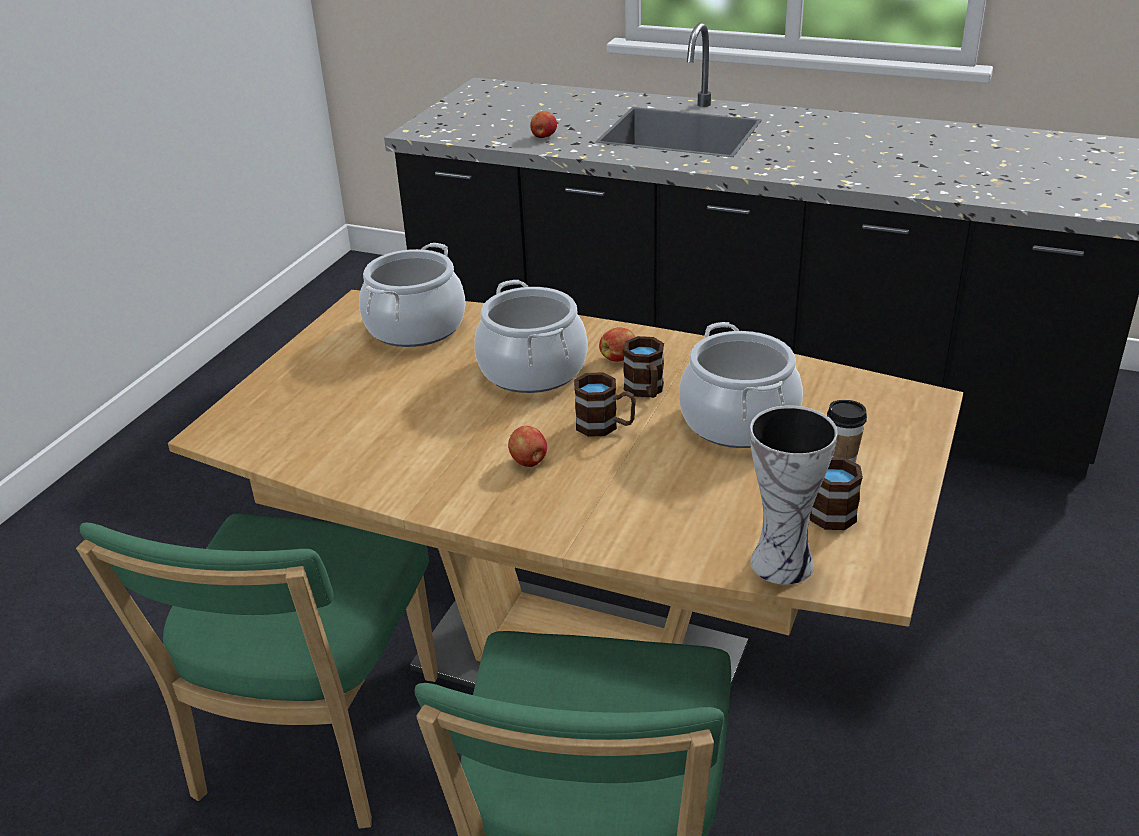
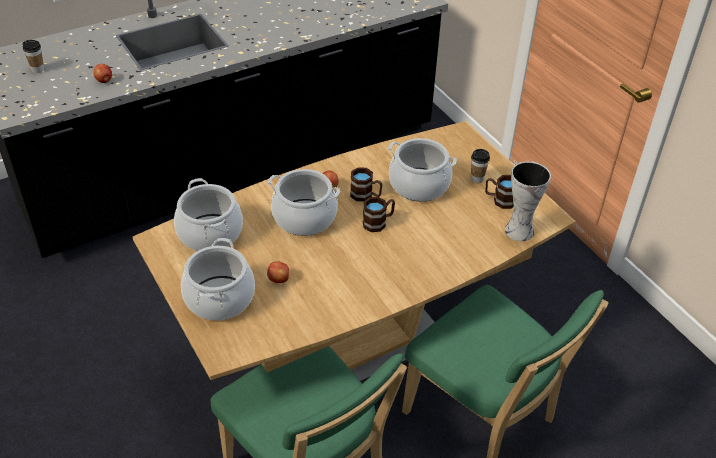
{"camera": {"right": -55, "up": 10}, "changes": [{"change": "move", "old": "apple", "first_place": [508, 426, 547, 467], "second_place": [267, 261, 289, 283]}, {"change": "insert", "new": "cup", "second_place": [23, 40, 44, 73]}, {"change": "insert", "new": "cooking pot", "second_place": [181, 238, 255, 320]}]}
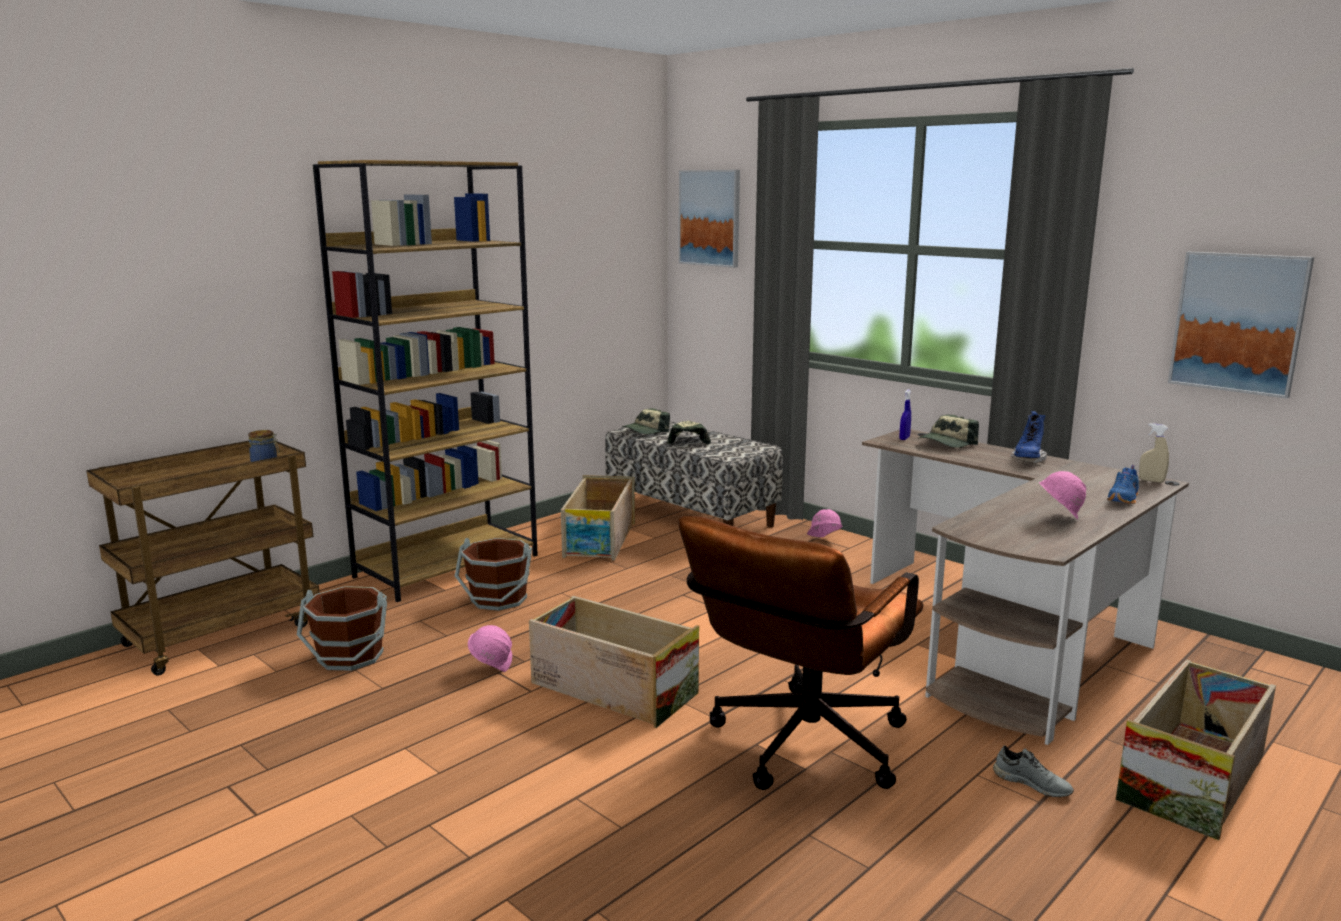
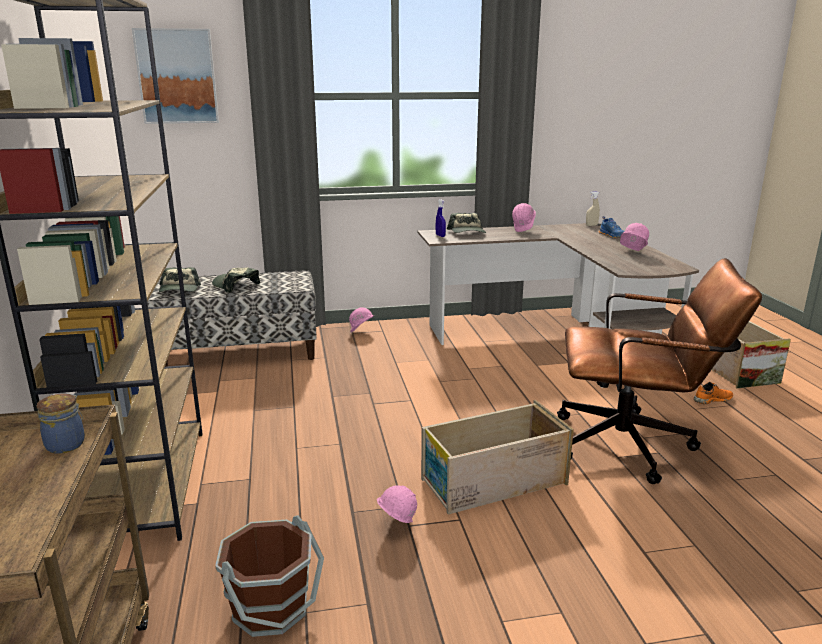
{"camera": {"right": -55, "up": 5}, "changes": [{"change": "delete", "old": "brown bucket", "first_place": [455, 538, 532, 611]}, {"change": "delete", "old": "crate", "first_place": [561, 475, 635, 561]}, {"change": "rotate", "old": "brown office chair", "first_place": [678, 516, 924, 790], "second_place": [557, 258, 762, 484], "degrees": -60}, {"change": "recolor", "old": "grey shoe", "new": "orange shoe", "first_place": [993, 746, 1074, 797], "second_place": [694, 382, 733, 404]}, {"change": "replace", "old": "blue boot", "new": "pink hard hat", "first_place": [1011, 411, 1047, 463], "second_place": [512, 203, 536, 232]}, {"change": "delete", "old": "picture", "first_place": [1168, 252, 1314, 398]}]}
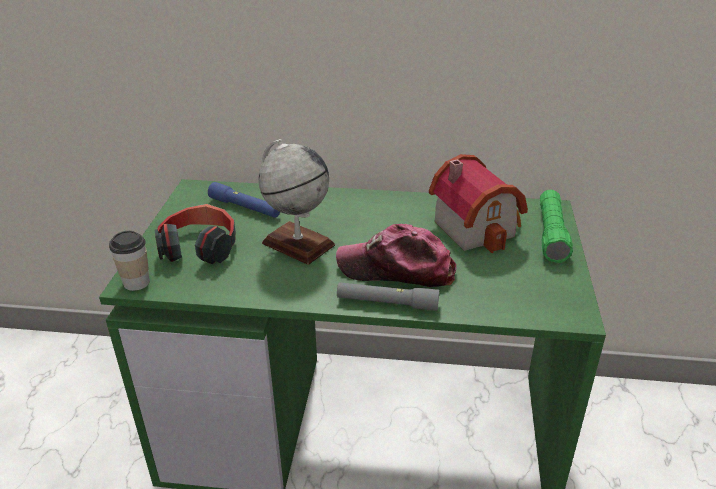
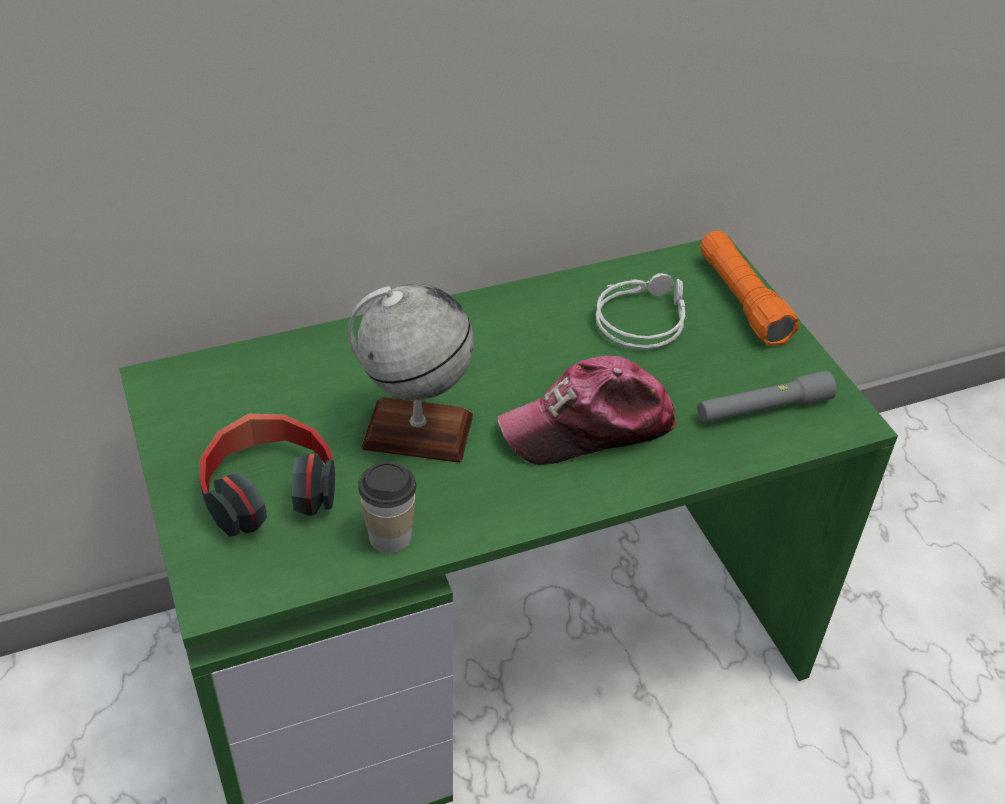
{"camera": {"right": -30, "up": 10}, "changes": [{"change": "move", "old": "cup", "first_place": [109, 231, 150, 291], "second_place": [358, 462, 416, 553]}, {"change": "delete", "old": "blue flashlight", "first_place": [208, 182, 280, 218]}, {"change": "move", "old": "grey flashlight", "first_place": [337, 282, 440, 311], "second_place": [698, 371, 836, 423]}, {"change": "replace", "old": "toy house", "new": "grey headphones", "first_place": [429, 154, 528, 253], "second_place": [596, 273, 687, 349]}, {"change": "recolor", "old": "green flashlight", "new": "orange flashlight", "first_place": [540, 190, 573, 263], "second_place": [700, 231, 799, 346]}]}
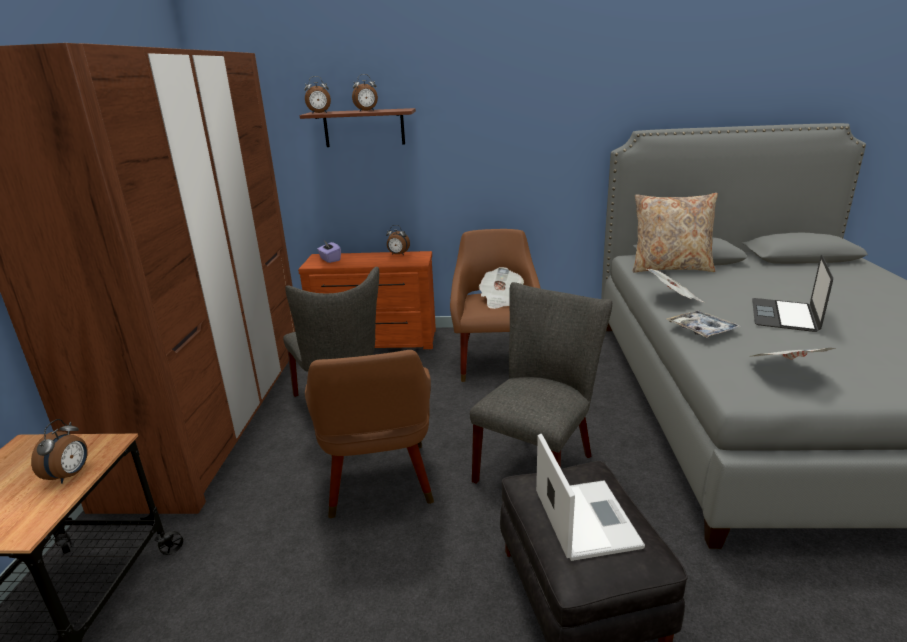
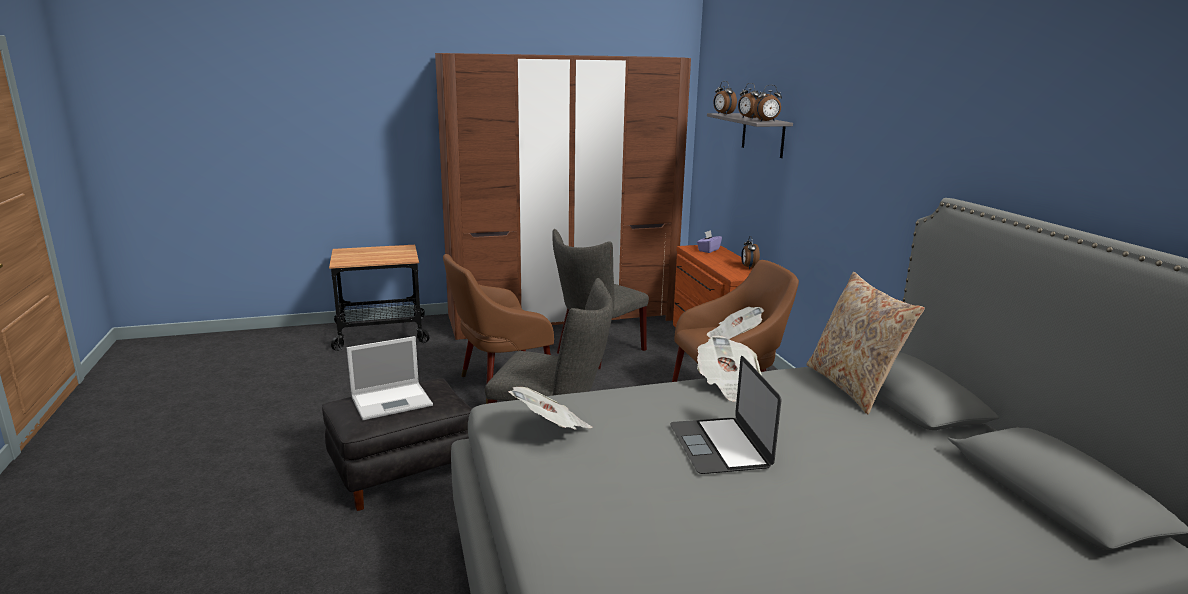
{"camera": {"right": 70, "up": -5}, "changes": [{"change": "move", "old": "alarm clock", "first_place": [31, 419, 88, 484], "second_place": [753, 85, 782, 121]}, {"change": "recolor", "old": "brown shelf", "new": "grey shelf", "first_place": [300, 108, 416, 147], "second_place": [707, 113, 793, 158]}, {"change": "delete", "old": "tray", "first_place": [666, 310, 741, 338]}, {"change": "rotate", "old": "laptop", "first_place": [752, 255, 833, 332], "second_place": [670, 356, 782, 474], "degrees": -105}]}
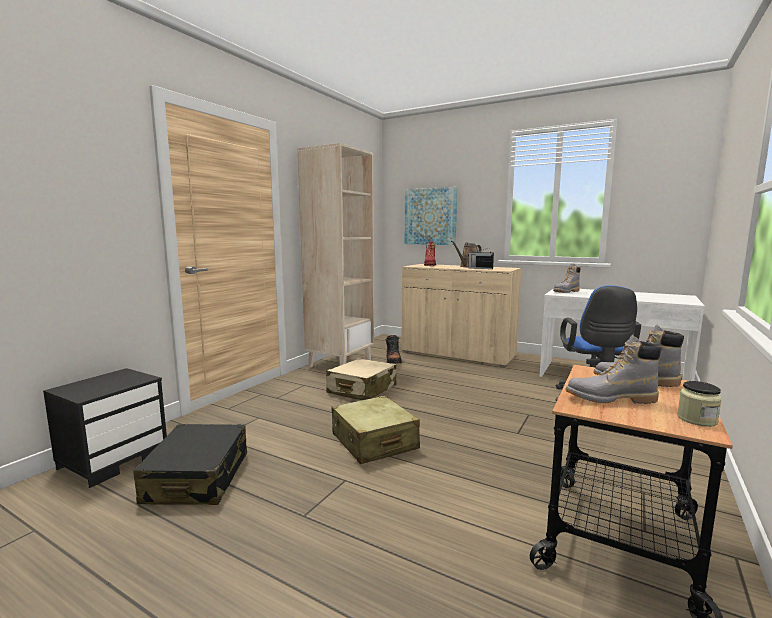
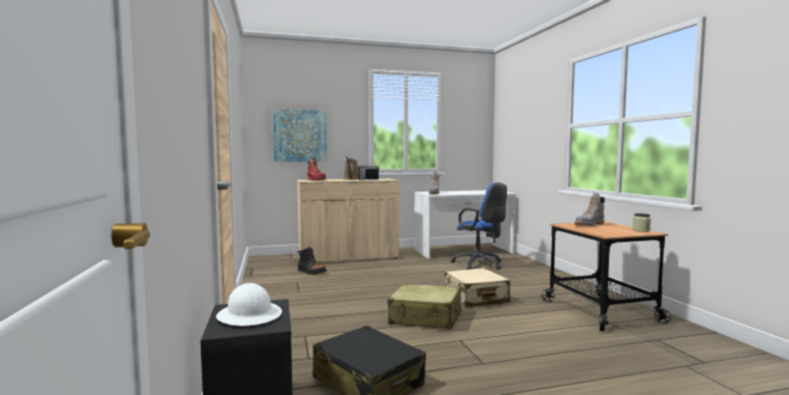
{"camera": {"right": -45, "up": -5}, "changes": [{"change": "delete", "old": "beige bookcase", "first_place": [298, 143, 374, 368]}, {"change": "move", "old": "beige suitcase", "first_place": [326, 358, 396, 400], "second_place": [445, 268, 510, 307]}, {"change": "delete", "old": "grey boot", "first_place": [565, 335, 662, 404]}, {"change": "insert", "new": "white hard hat", "second_place": [216, 283, 282, 326]}]}
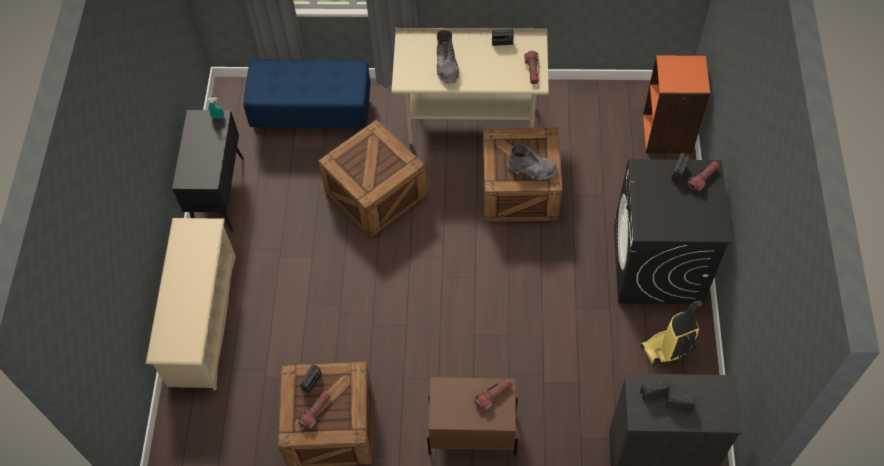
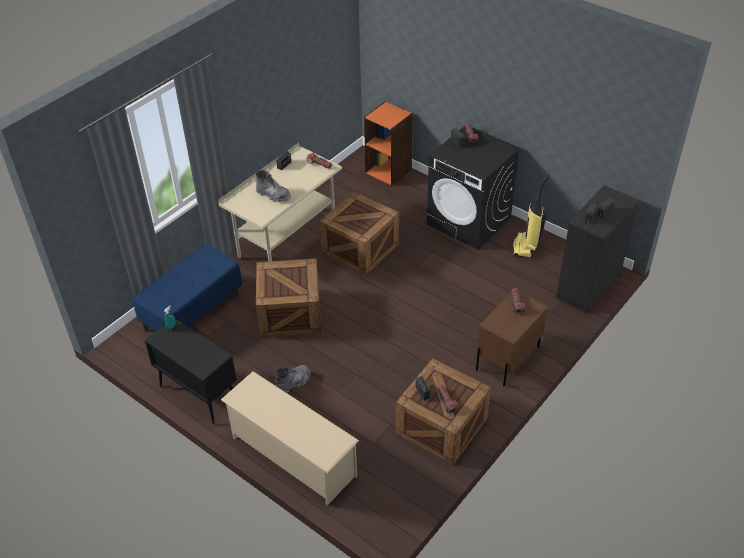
{"camera": {"right": -55, "up": -15}, "changes": [{"change": "move", "old": "grey boot", "first_place": [507, 143, 558, 180], "second_place": [274, 365, 310, 393]}]}
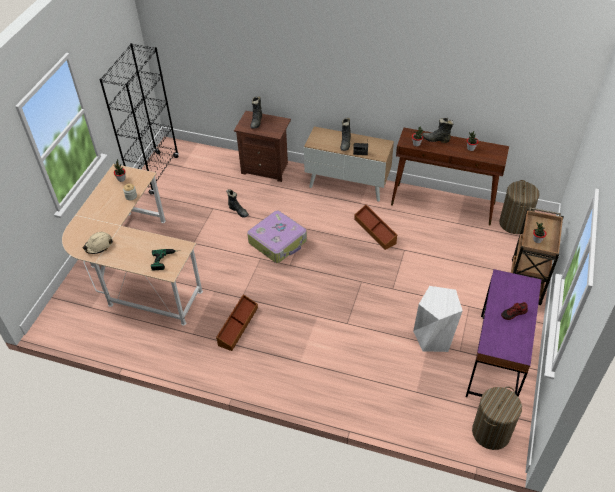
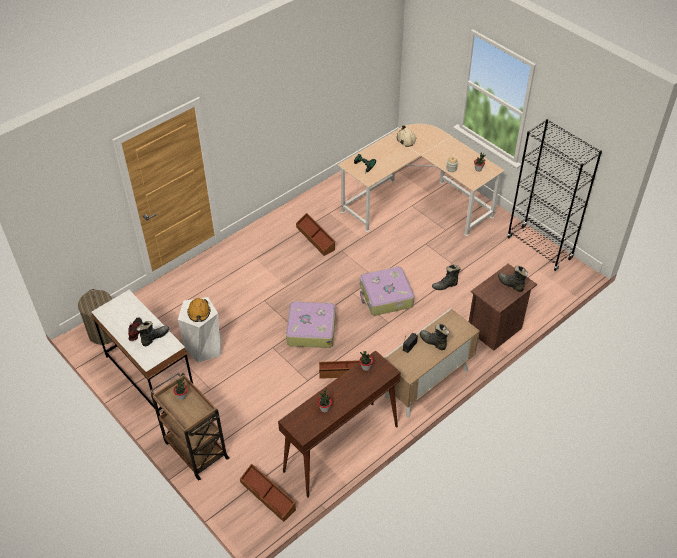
{"camera": {"right": 120, "up": 0}, "changes": [{"change": "move", "old": "black boot", "first_place": [422, 118, 454, 143], "second_place": [137, 321, 169, 346]}, {"change": "recolor", "old": "purple desk", "new": "white desk", "first_place": [466, 269, 541, 397], "second_place": [91, 290, 193, 411]}, {"change": "replace", "old": "laundry basket", "new": "brown storage box", "first_place": [499, 180, 540, 234], "second_place": [240, 463, 296, 522]}, {"change": "insert", "new": "orange hard hat", "second_place": [187, 298, 210, 322]}, {"change": "insert", "new": "suitcase", "second_place": [286, 301, 336, 348]}]}
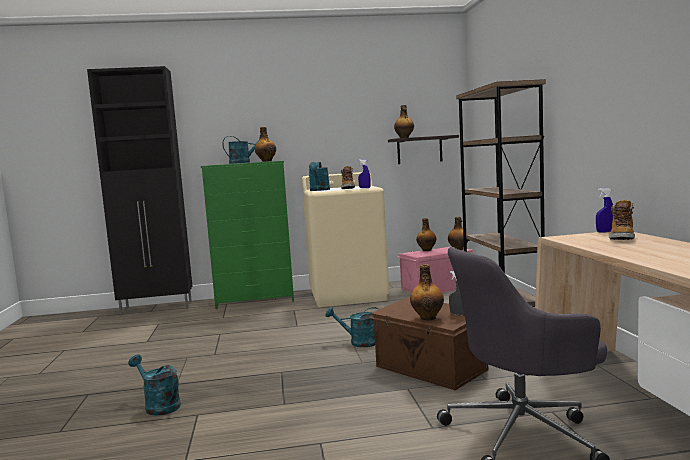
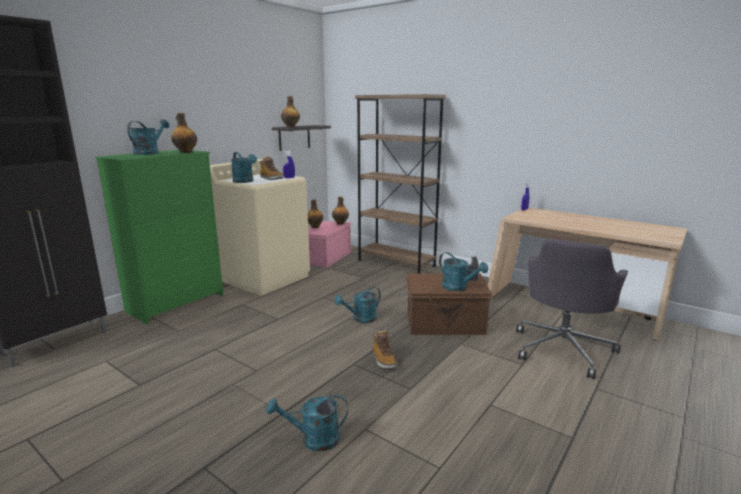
{"camera": {"right": -45, "up": 10}, "changes": [{"change": "replace", "old": "bottle", "new": "turquoise watering can", "first_place": [410, 264, 444, 320], "second_place": [439, 252, 488, 291]}, {"change": "move", "old": "boot", "first_place": [609, 199, 635, 240], "second_place": [373, 330, 397, 369]}]}
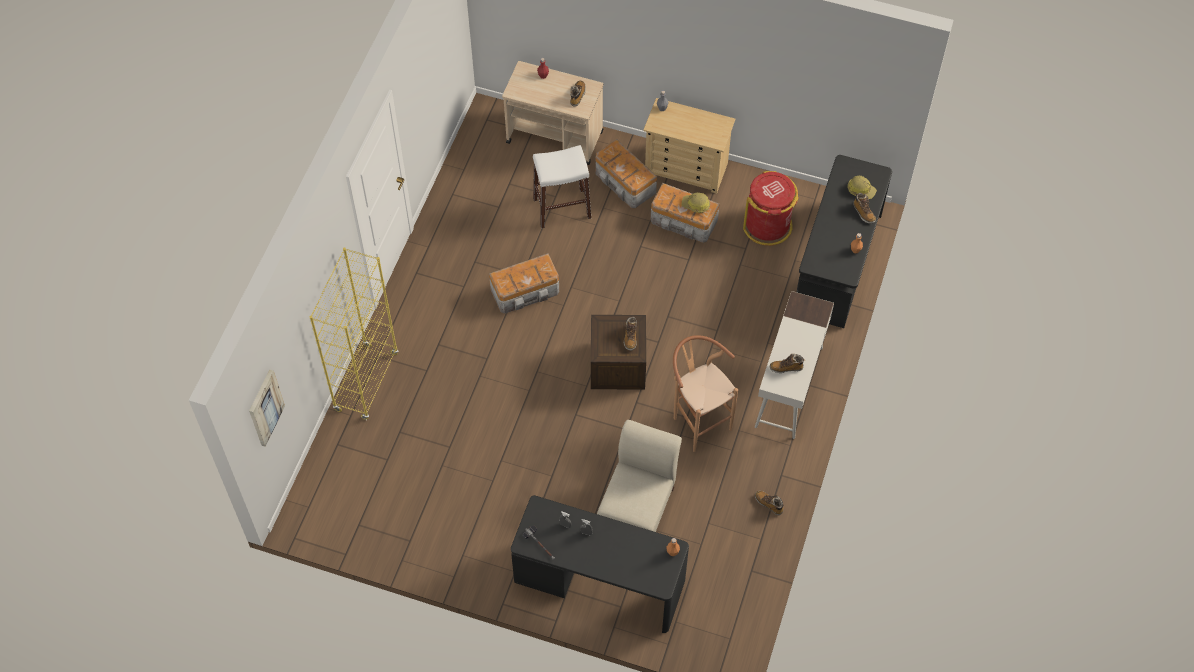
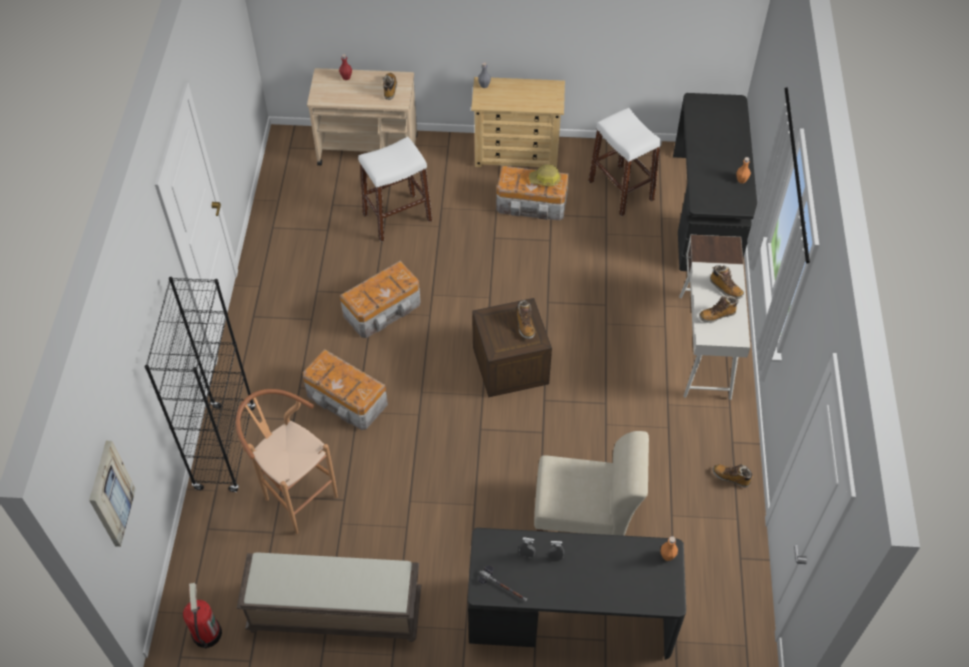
{"camera": {"right": -15, "up": -5}, "changes": [{"change": "recolor", "old": "yellow bookcase", "new": "black bookcase", "first_place": [310, 247, 399, 420], "second_place": [145, 277, 255, 492]}, {"change": "move", "old": "storage box", "first_place": [596, 139, 657, 208], "second_place": [303, 349, 388, 430]}, {"change": "rotate", "old": "beige chair", "first_place": [597, 420, 682, 532], "second_place": [534, 431, 649, 536], "degrees": 90}, {"change": "move", "old": "brown stool", "first_place": [673, 335, 738, 452], "second_place": [236, 389, 338, 534]}, {"change": "replace", "old": "red trash can", "new": "white stool", "first_place": [743, 171, 799, 246], "second_place": [589, 108, 662, 216]}, {"change": "delete", "old": "hard hat", "first_place": [847, 176, 877, 199]}, {"change": "move", "old": "boot", "first_place": [853, 193, 876, 224], "second_place": [710, 265, 744, 299]}, {"change": "insert", "new": "fire extinguisher", "second_place": [183, 583, 222, 648]}, {"change": "insert", "new": "brown bench", "second_place": [236, 552, 422, 642]}]}
